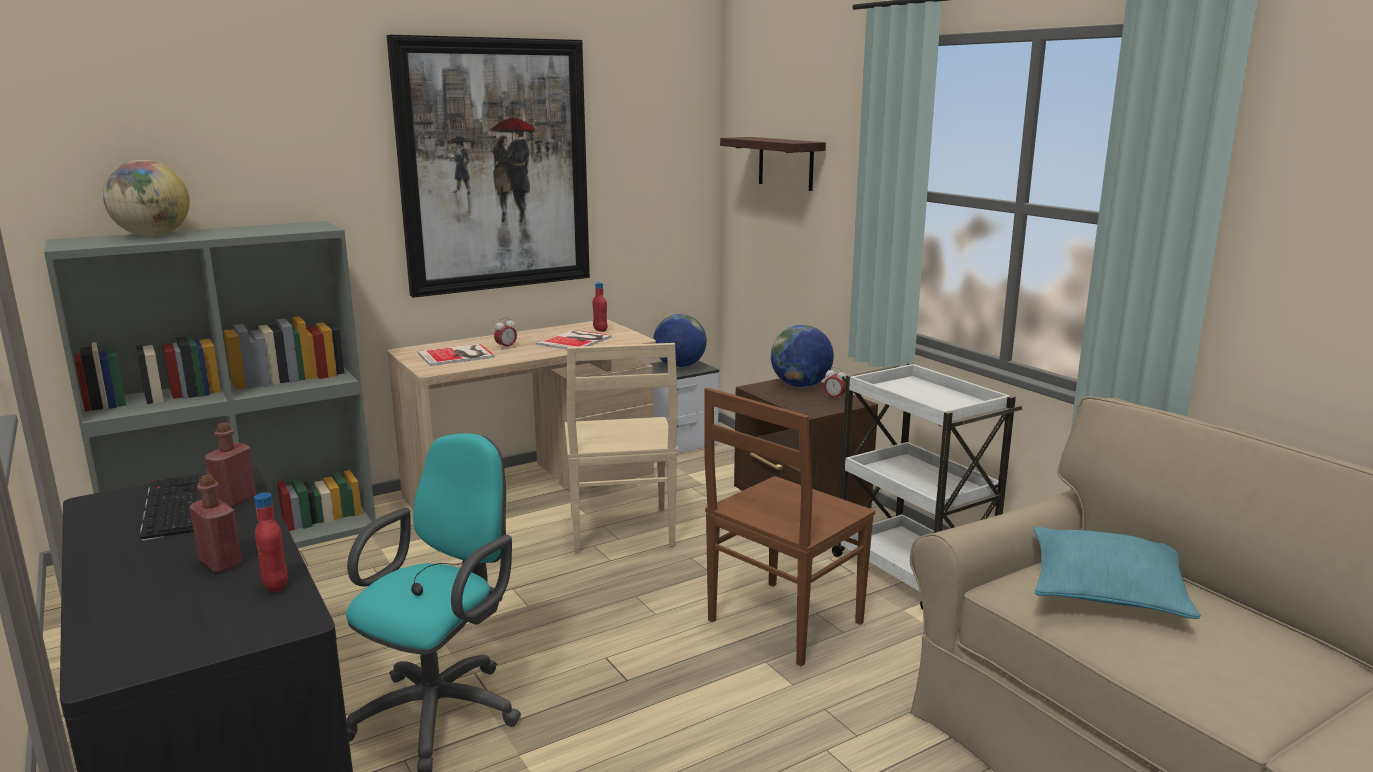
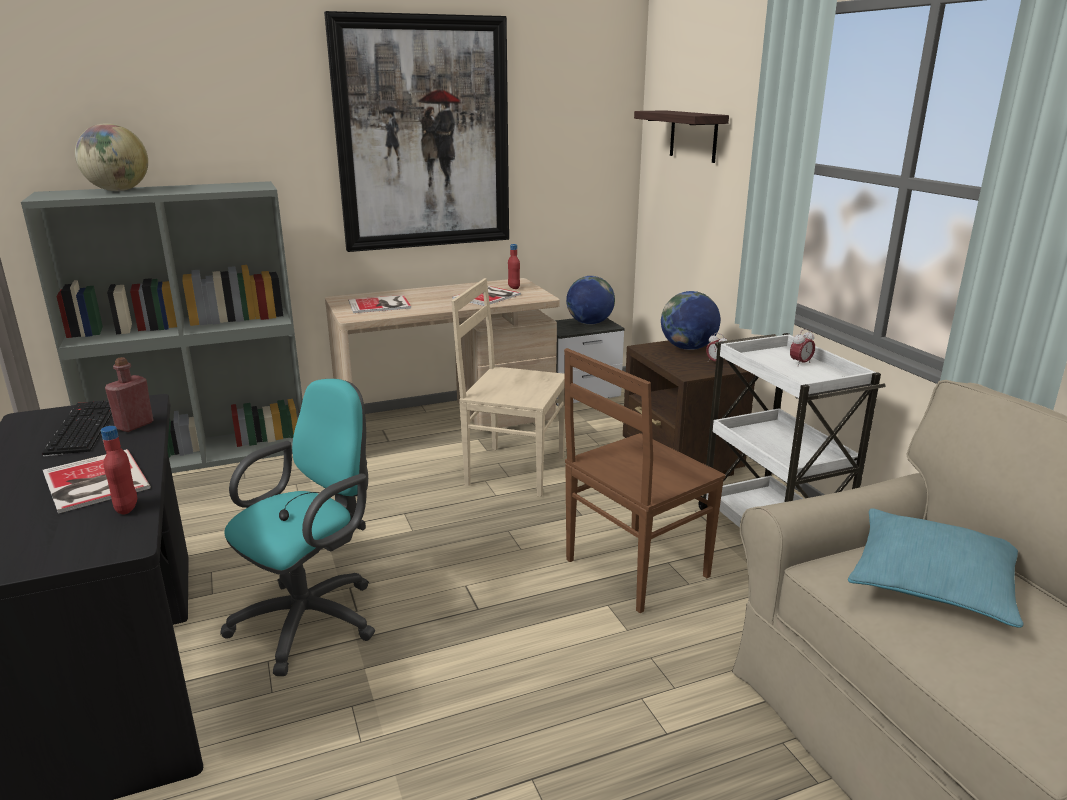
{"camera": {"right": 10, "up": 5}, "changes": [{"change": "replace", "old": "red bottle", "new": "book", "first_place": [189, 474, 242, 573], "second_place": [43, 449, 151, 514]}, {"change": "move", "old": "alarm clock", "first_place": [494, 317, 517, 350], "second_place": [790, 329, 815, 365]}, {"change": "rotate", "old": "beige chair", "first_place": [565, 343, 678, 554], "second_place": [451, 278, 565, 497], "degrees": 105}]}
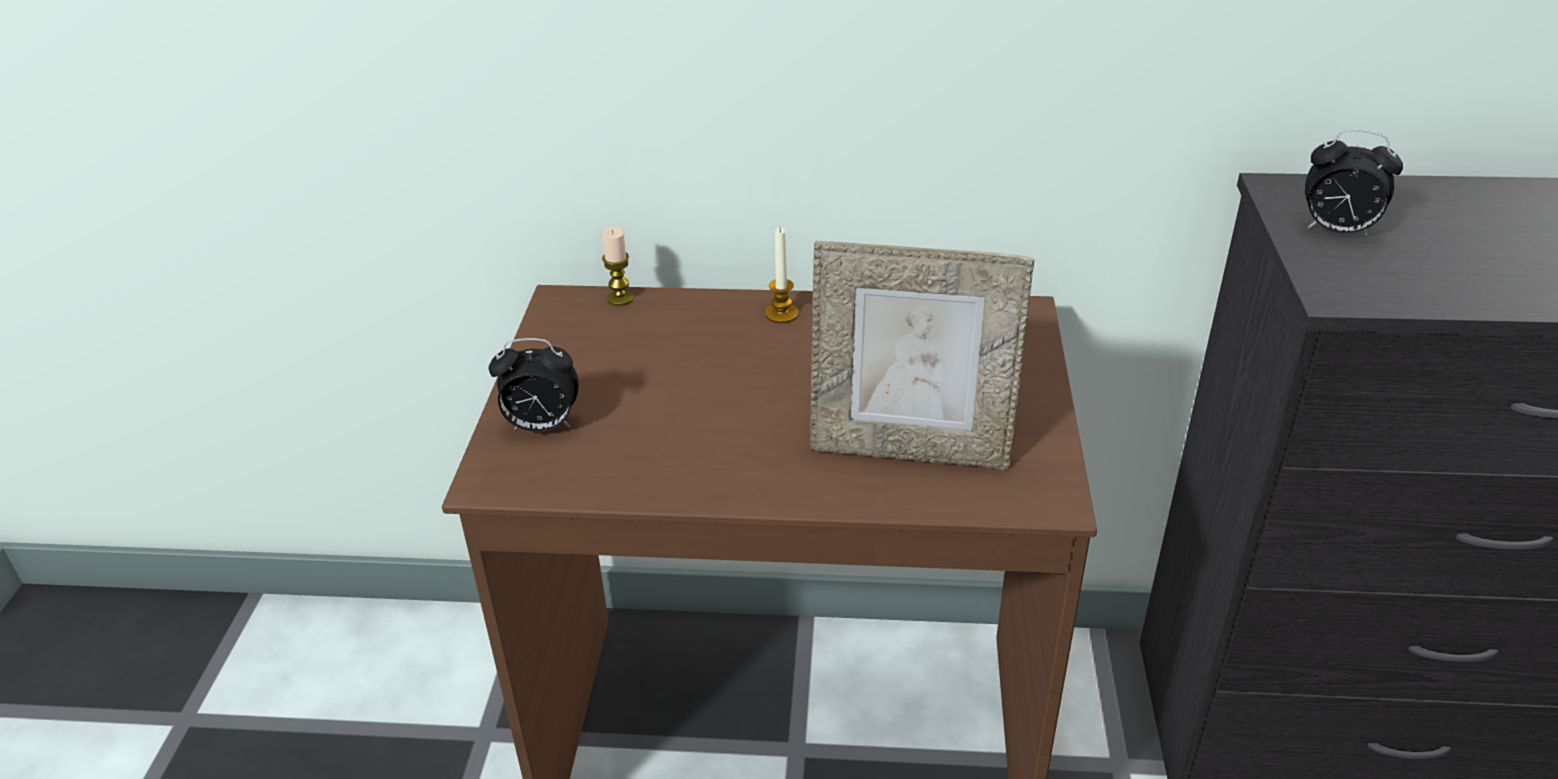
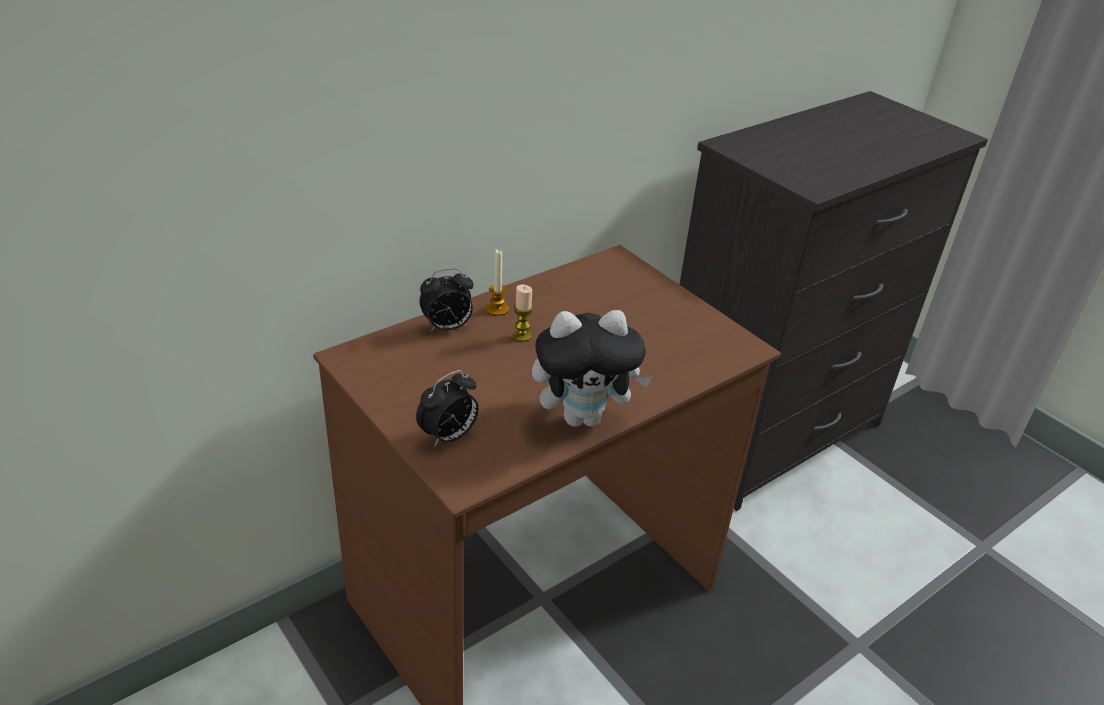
{"camera": {"right": -45, "up": 0}, "changes": [{"change": "move", "old": "candle", "first_place": [602, 227, 633, 306], "second_place": [513, 285, 534, 342]}, {"change": "delete", "old": "picture frame", "first_place": [810, 241, 1034, 470]}, {"change": "move", "old": "alarm clock", "first_place": [1305, 130, 1403, 238], "second_place": [419, 268, 474, 332]}, {"change": "insert", "new": "plush toy", "second_place": [532, 310, 653, 427]}]}
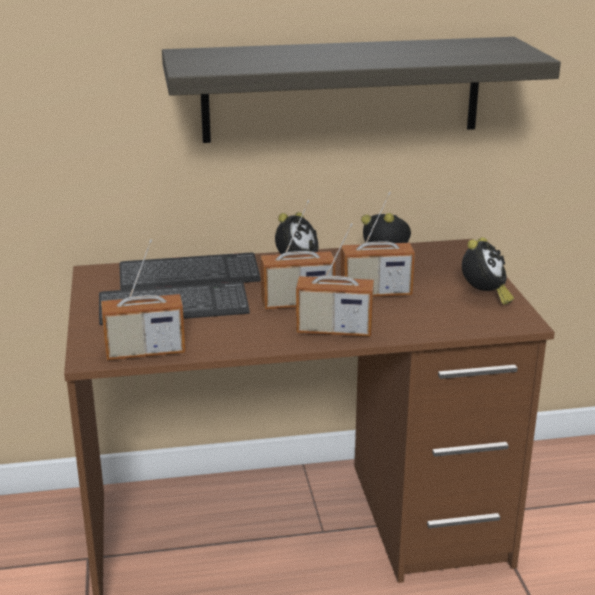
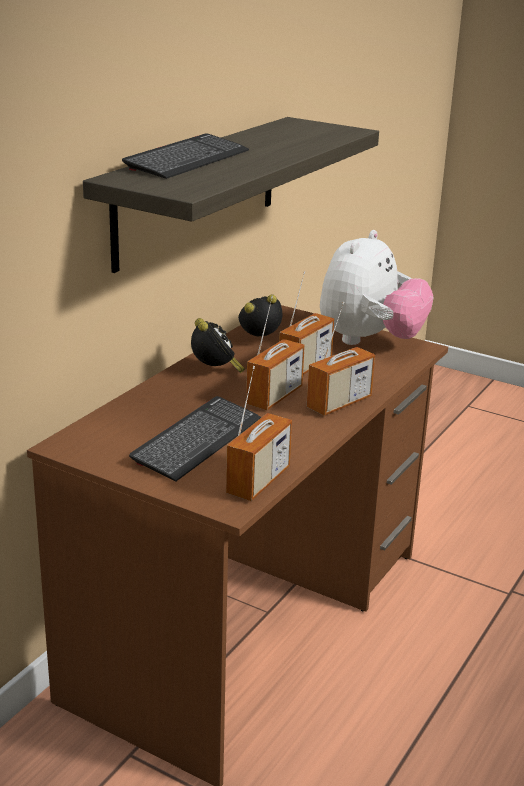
{"camera": {"right": -50, "up": 0}, "changes": [{"change": "move", "old": "keyboard", "first_place": [119, 253, 261, 290], "second_place": [122, 133, 249, 179]}, {"change": "replace", "old": "alarm clock", "new": "plush toy", "first_place": [462, 237, 514, 305], "second_place": [320, 230, 434, 345]}]}
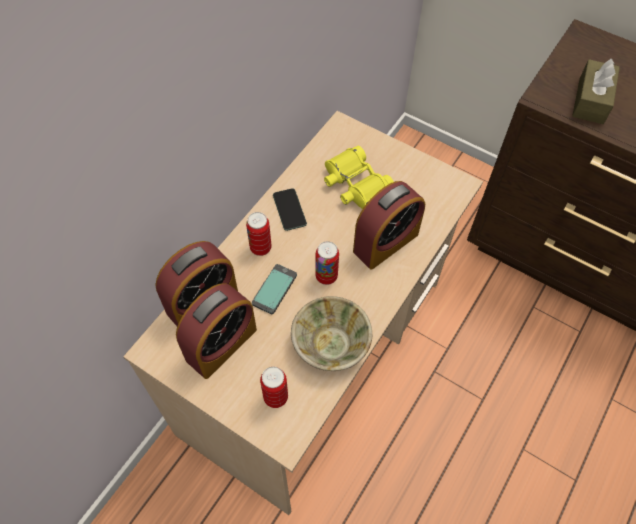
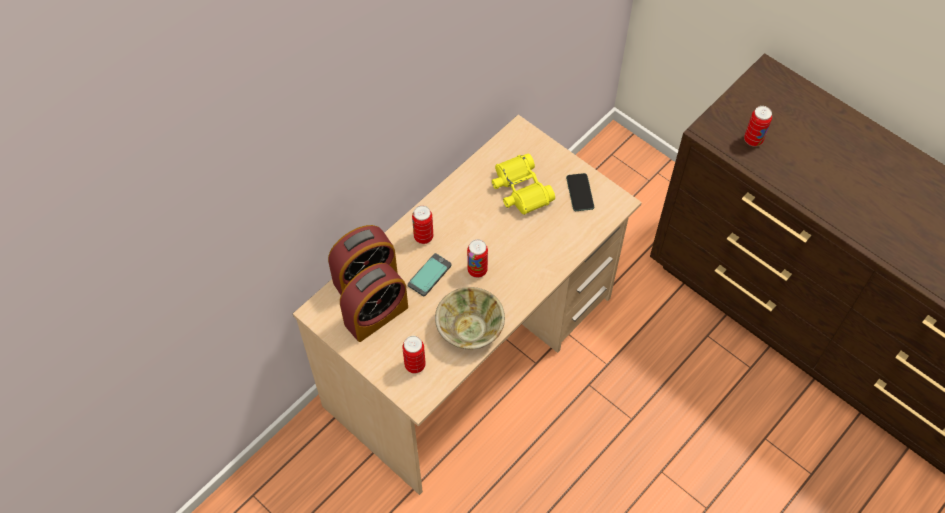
{"camera": {"right": 10, "up": 0}, "changes": [{"change": "move", "old": "phone", "first_place": [273, 188, 307, 231], "second_place": [566, 173, 594, 211]}, {"change": "delete", "old": "alarm clock", "first_place": [353, 181, 425, 270]}, {"change": "replace", "old": "brown tissue box", "new": "can", "first_place": [572, 59, 620, 124], "second_place": [744, 106, 772, 147]}]}
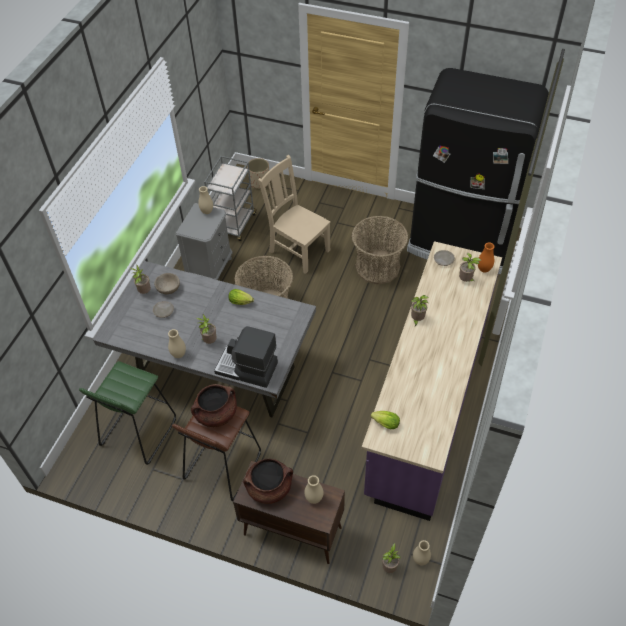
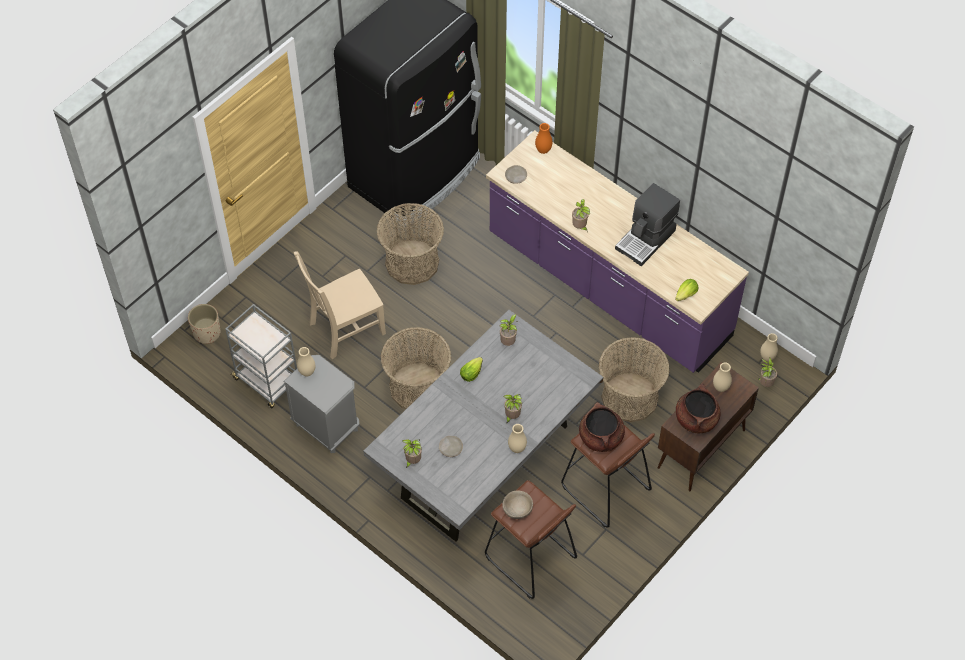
{"camera": {"right": -70, "up": 5}, "changes": [{"change": "recolor", "old": "green stool", "new": "brown stool", "first_place": [79, 361, 176, 465], "second_place": [485, 480, 577, 599]}, {"change": "move", "old": "beige bowl", "first_place": [154, 273, 180, 294], "second_place": [503, 491, 533, 519]}, {"change": "move", "old": "coffee machine", "first_place": [214, 326, 278, 388], "second_place": [615, 183, 680, 266]}, {"change": "move", "old": "potted plant", "first_place": [459, 253, 481, 282], "second_place": [500, 314, 518, 346]}, {"change": "insert", "new": "basket", "second_place": [599, 337, 670, 422]}]}
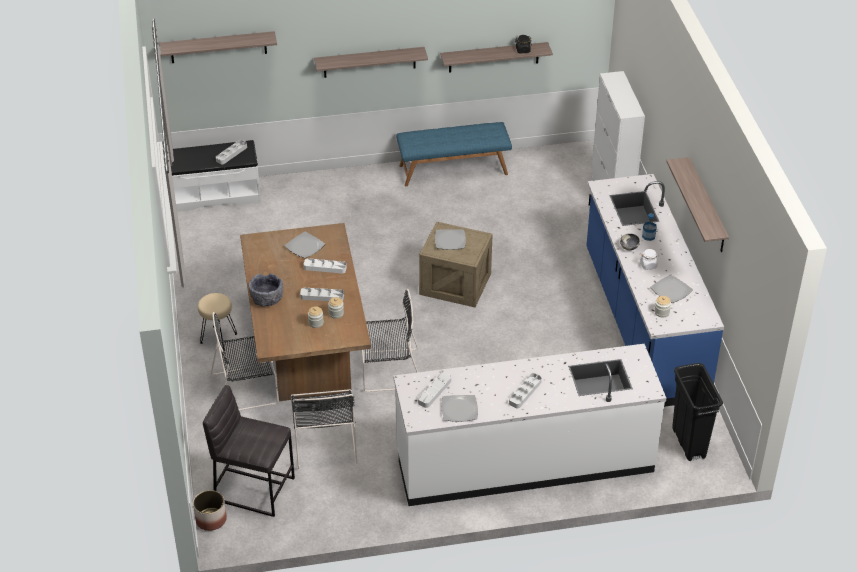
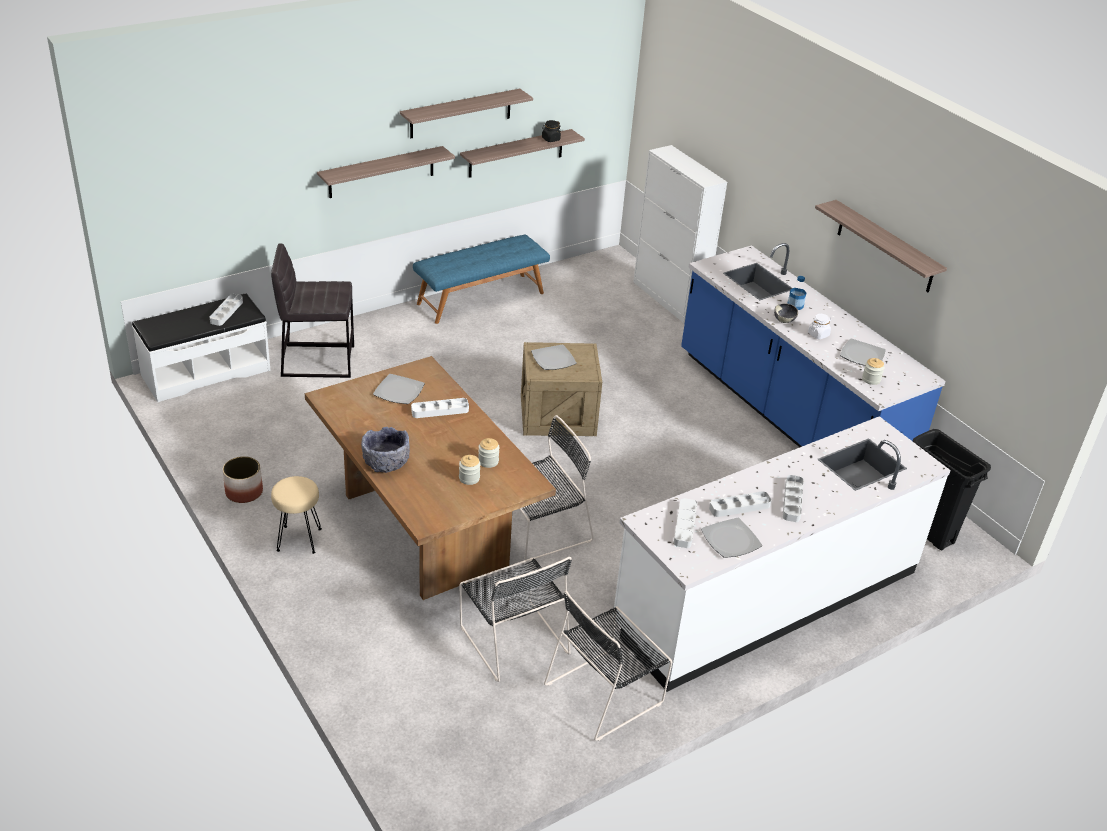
{"camera": {"right": -25, "up": -5}, "changes": [{"change": "move", "old": "shelf", "first_place": [160, 31, 277, 63], "second_place": [400, 89, 533, 138]}, {"change": "move", "old": "planter", "first_place": [193, 490, 227, 531], "second_place": [223, 456, 263, 503]}, {"change": "move", "old": "grey stool", "first_place": [203, 385, 295, 517], "second_place": [271, 244, 354, 378]}, {"change": "move", "old": "black chair", "first_place": [211, 312, 278, 410], "second_place": [544, 591, 672, 741]}, {"change": "move", "old": "grey tray", "first_place": [300, 288, 344, 301], "second_place": [709, 491, 772, 517]}]}
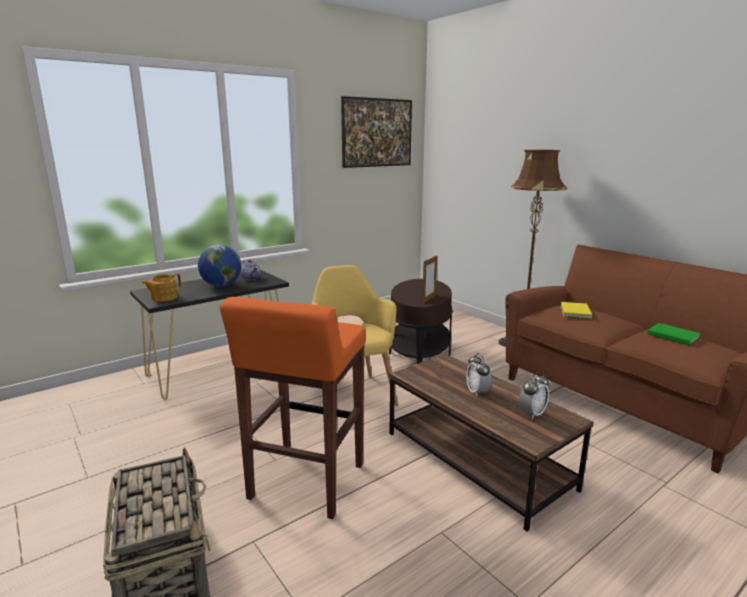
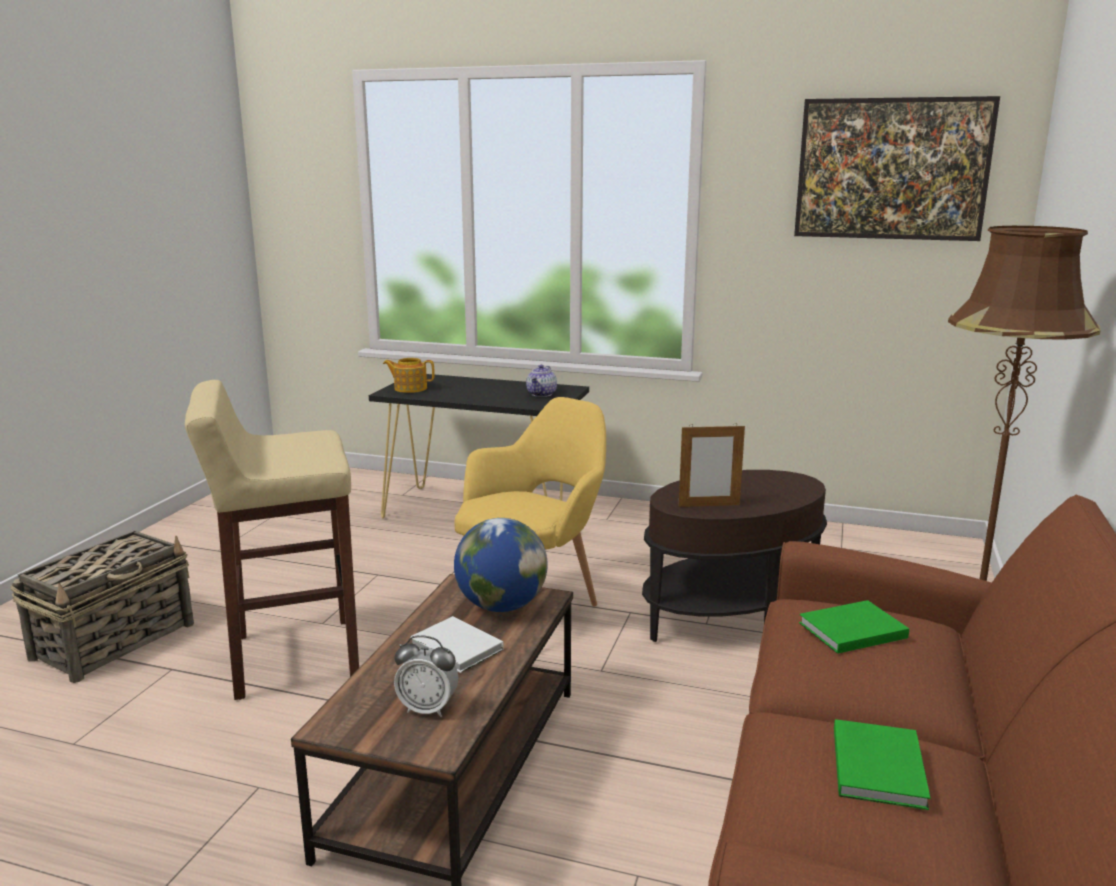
{"camera": {"right": 55, "up": 0}, "changes": [{"change": "move", "old": "globe", "first_place": [198, 245, 241, 287], "second_place": [454, 518, 548, 612]}, {"change": "recolor", "old": "orange stool", "new": "beige stool", "first_place": [220, 297, 366, 519], "second_place": [185, 380, 359, 700]}, {"change": "replace", "old": "alarm clock", "new": "white book", "first_place": [466, 353, 492, 397], "second_place": [410, 616, 504, 673]}, {"change": "recolor", "old": "yellow book", "new": "green book", "first_place": [560, 302, 592, 319], "second_place": [799, 600, 909, 654]}]}
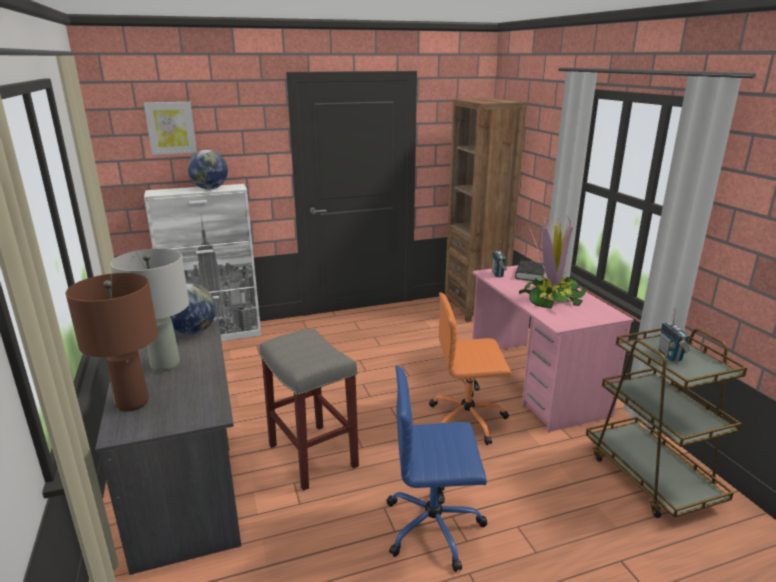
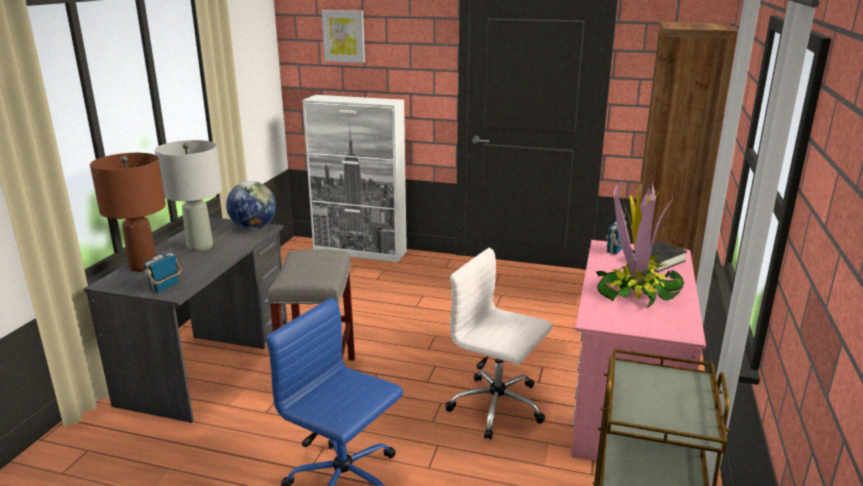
{"camera": {"right": 35, "up": 0}, "changes": [{"change": "delete", "old": "globe", "first_place": [188, 150, 228, 189]}, {"change": "recolor", "old": "orange office chair", "new": "white office chair", "first_place": [429, 292, 511, 445], "second_place": [445, 248, 552, 440]}, {"change": "move", "old": "radio", "first_place": [658, 308, 690, 362], "second_place": [144, 239, 182, 292]}]}
